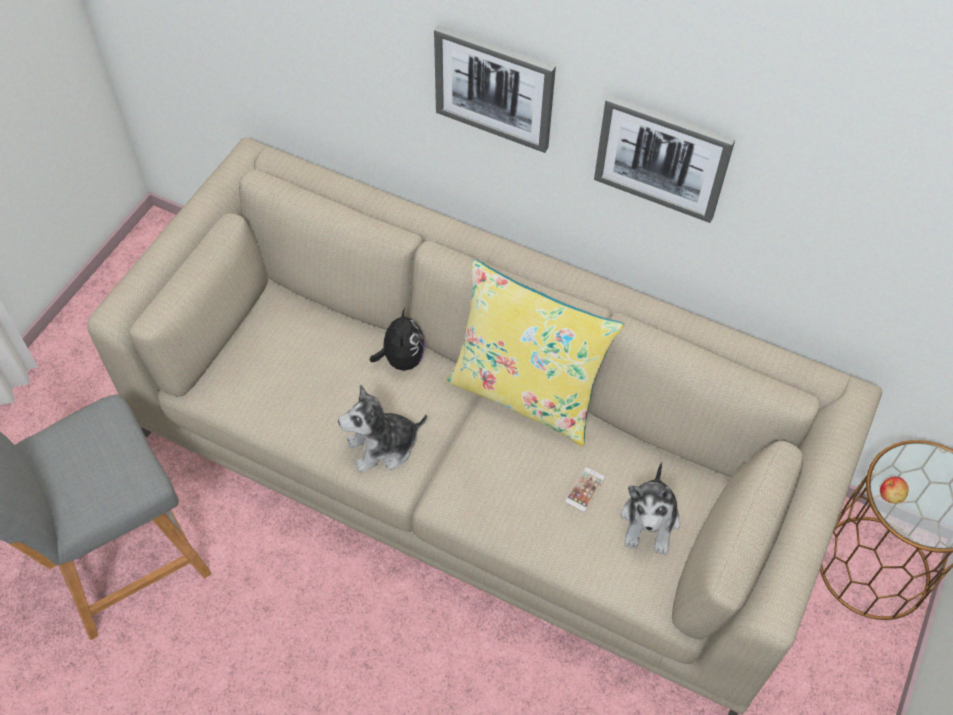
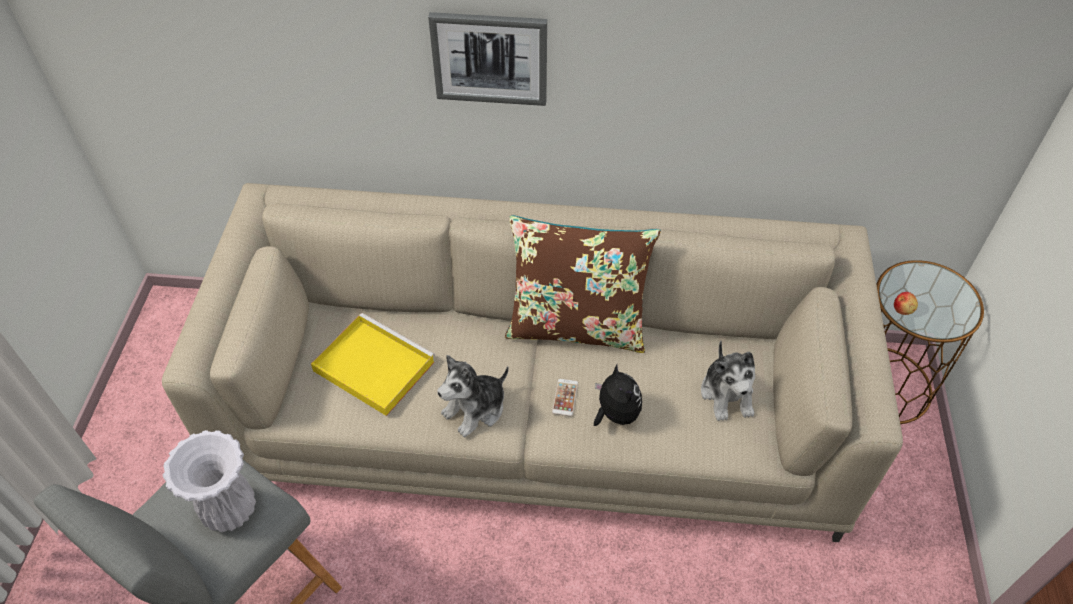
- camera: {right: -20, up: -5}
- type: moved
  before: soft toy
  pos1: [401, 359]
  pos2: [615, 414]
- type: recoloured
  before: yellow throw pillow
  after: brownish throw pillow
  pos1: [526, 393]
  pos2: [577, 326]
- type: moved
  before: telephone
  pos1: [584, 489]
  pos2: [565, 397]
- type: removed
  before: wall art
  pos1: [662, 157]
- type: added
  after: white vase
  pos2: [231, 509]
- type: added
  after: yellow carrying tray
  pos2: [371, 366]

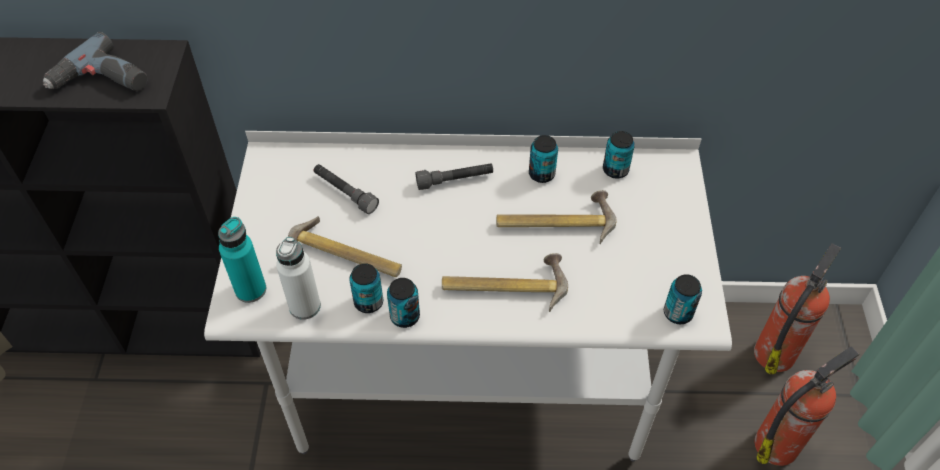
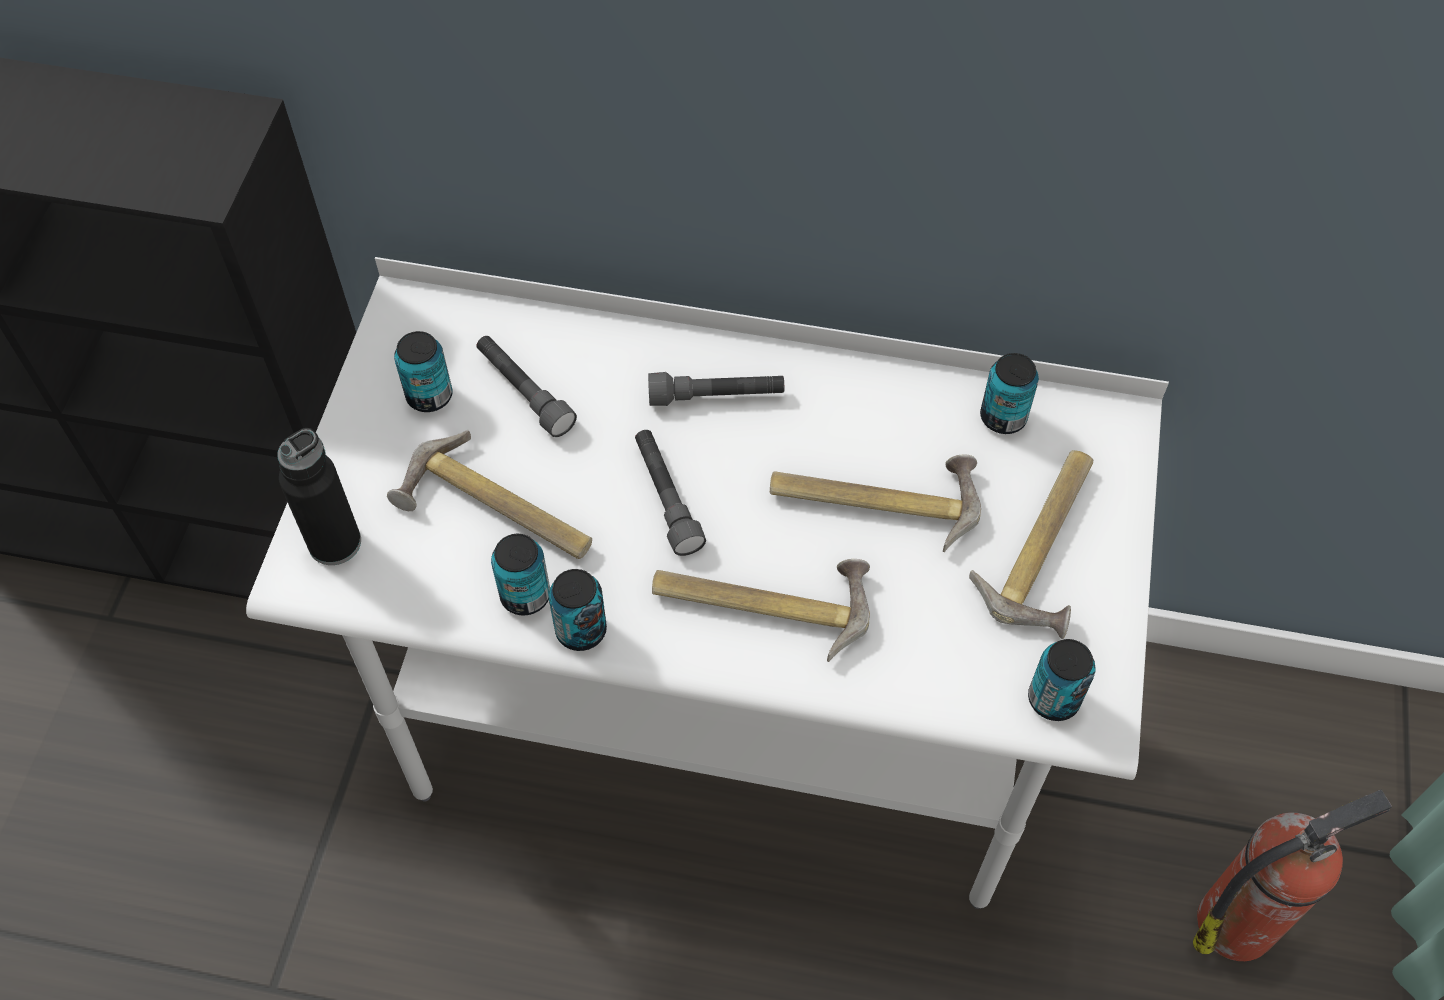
- camera: {right: 10, up: 5}
- type: removed
  before: drill
  pos1: [101, 82]
- type: recoloured
  before: turquoise beverage bottle
  after: black-coloured beverage bottle
  pos1: [250, 289]
  pos2: [335, 543]
- type: removed
  before: white beverage bottle
  pos1: [305, 306]
- type: moved
  before: metal can
  pos1: [541, 174]
  pos2: [429, 396]
- type: removed
  before: fire extinguisher
  pos1: [775, 352]
- type: added
  after: greyish flashlight
  pos2: [666, 498]
- type: added
  after: hammer
  pos2: [1050, 547]

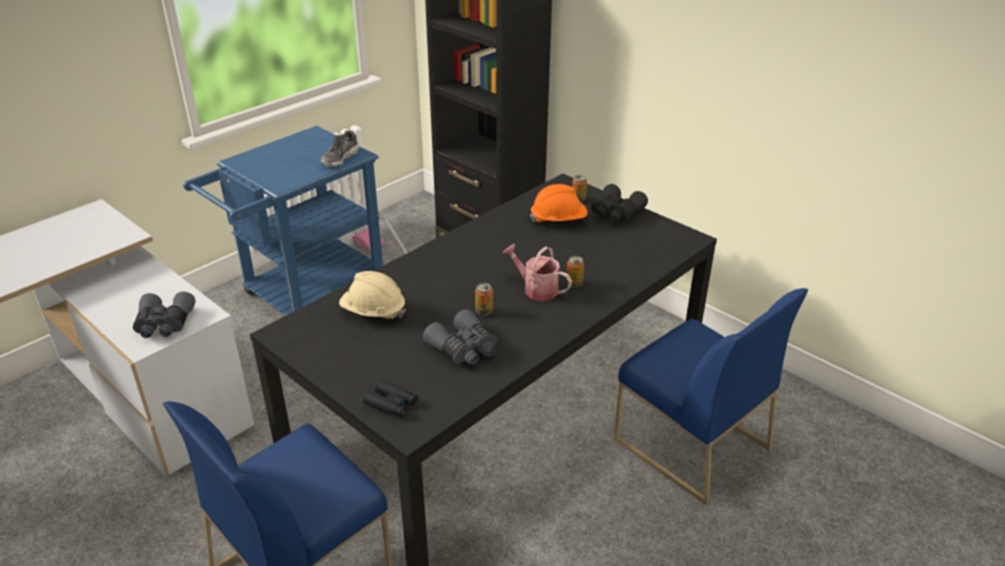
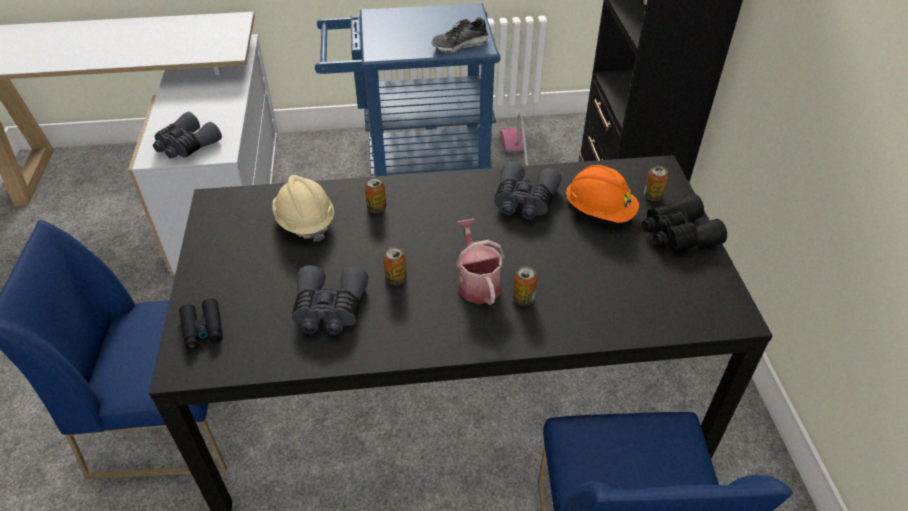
- camera: {right: 40, up: 10}
- type: added
  after: metal can
  pos2: [376, 208]
- type: added
  after: greyish pair of binoculars
  pos2: [524, 201]

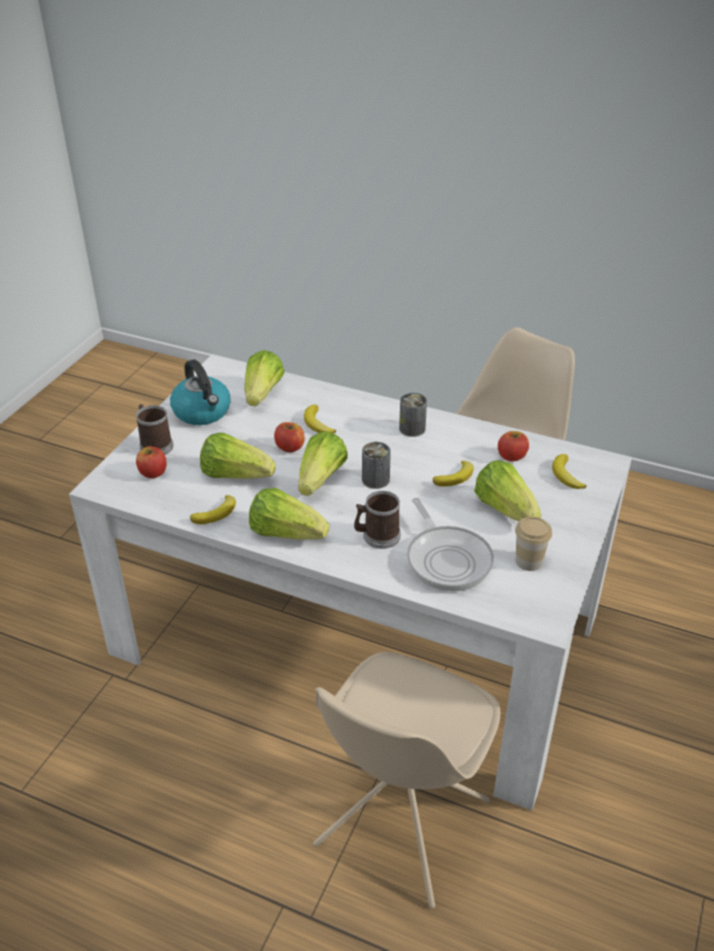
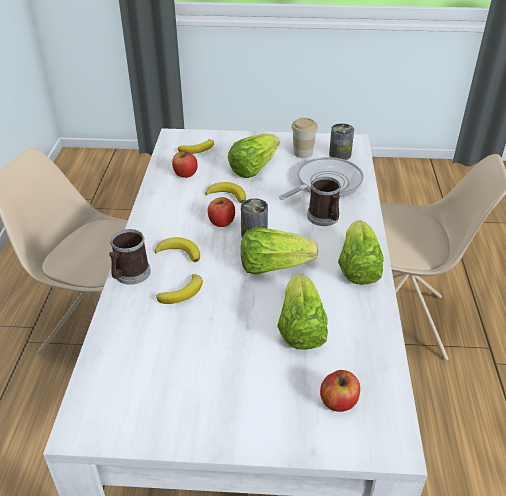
- camera: {right: -110, up: 0}
- type: moved
  before: tea mug
  pos1: [154, 445]
  pos2: [130, 275]
- type: removed
  before: water kettle
  pos1: [202, 412]
- type: moved
  before: banana fruit
  pos1: [216, 513]
  pos2: [179, 252]
- type: removed
  before: lettuce
  pos1: [262, 394]
- type: moved
  before: apple
  pos1: [290, 447]
  pos2: [221, 222]
- type: moved
  before: metal can
  pos1: [412, 428]
  pos2: [340, 155]

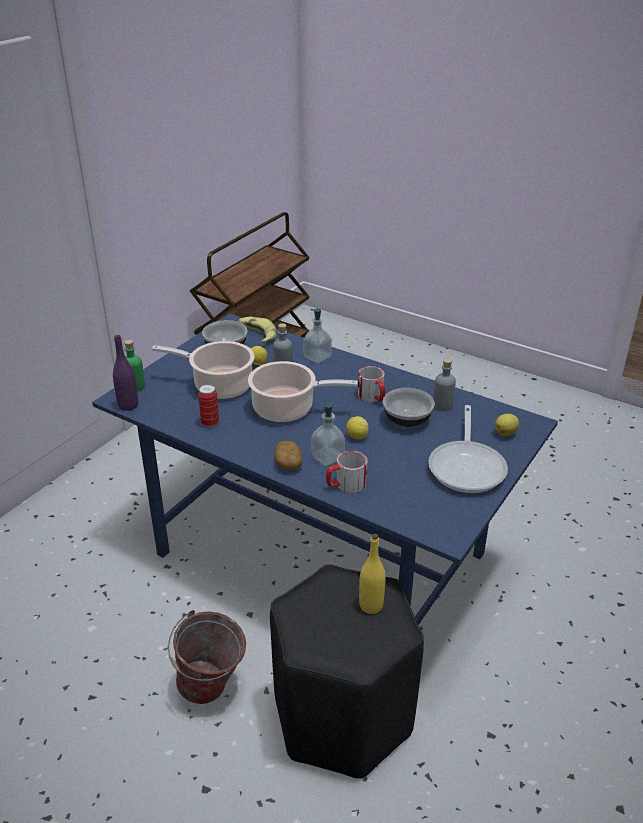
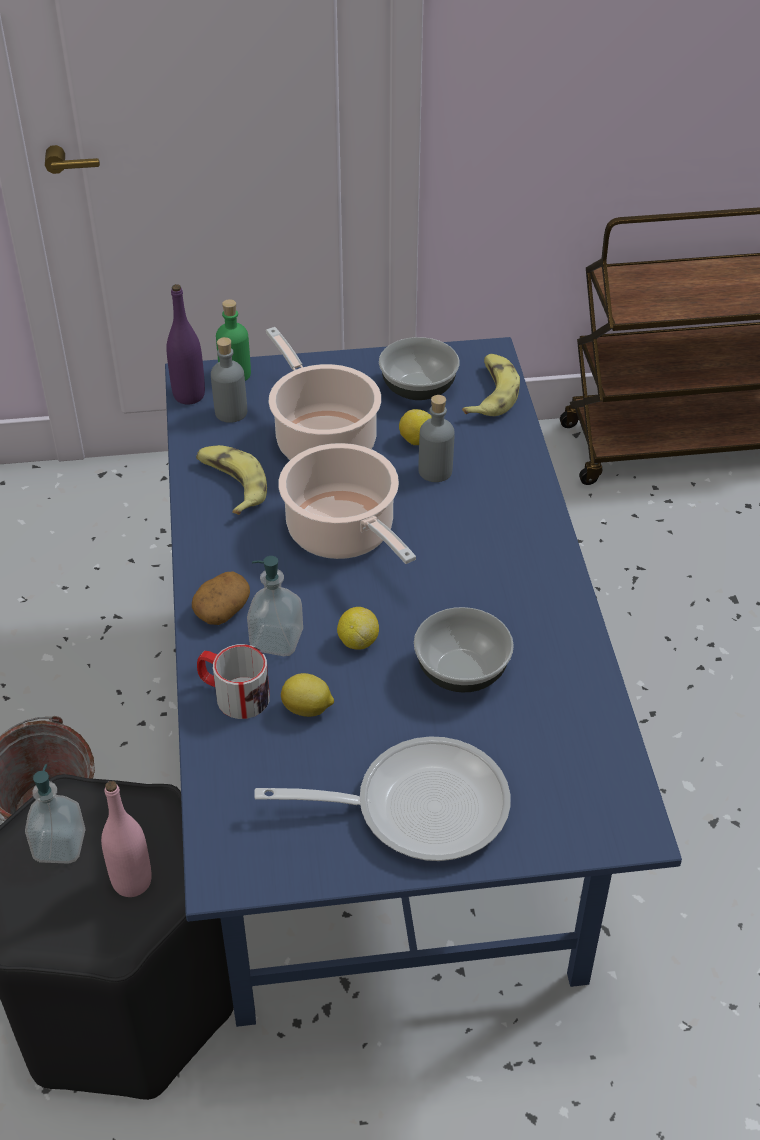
- camera: {right: 50, up: 10}
- type: replaced
  before: metal can
  after: banana fruit
  pos1: [210, 423]
  pos2: [231, 485]
- type: moved
  before: liquid soap bottle
  pos1: [317, 357]
  pos2: [60, 846]
- type: removed
  before: tea mug
  pos1: [373, 397]
- type: recoloured
  before: yellow beverage bottle
  after: pinkish beverage bottle
  pos1: [371, 605]
  pos2: [132, 881]
- type: turned
  before: skillet
  pos1: [467, 466]
  pos2: [417, 806]
  turn: -150
- type: moved
  before: greyish beverage bottle
  pos1: [442, 405]
  pos2: [231, 412]
- type: moved
  before: whole lemon
  pos1: [506, 433]
  pos2: [308, 709]

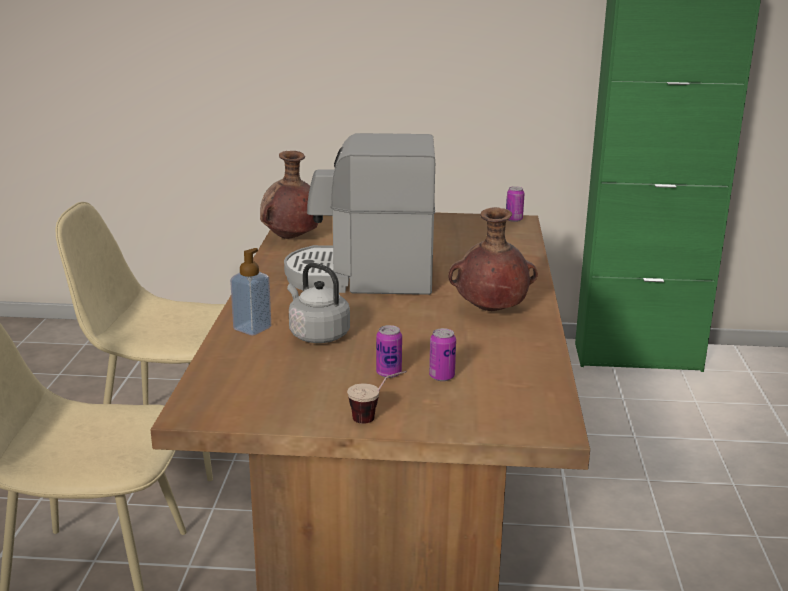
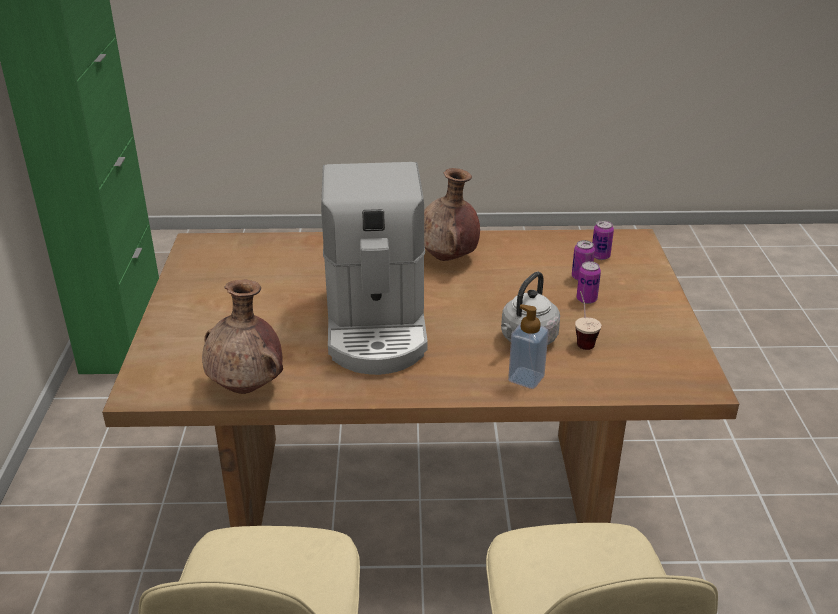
- camera: {right: -95, up: 10}
- type: moved
  before: cup
  pos1: [376, 418]
  pos2: [582, 339]
- type: moved
  before: metal can
  pos1: [514, 219]
  pos2: [600, 256]

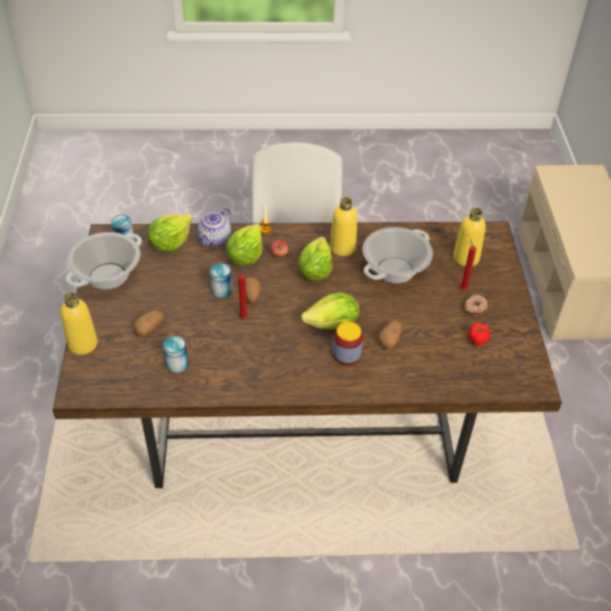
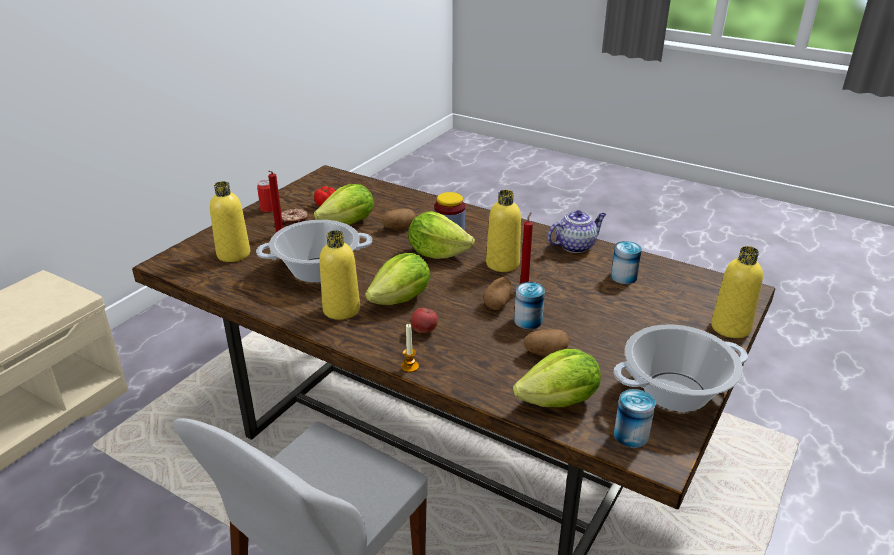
- camera: {right: -145, up: -15}
- type: moved
  before: spud
  pos1: [149, 329]
  pos2: [546, 352]
- type: moved
  before: pot for tea
  pos1: [215, 240]
  pos2: [575, 246]
- type: moved
  before: lettuce
  pos1: [245, 256]
  pos2: [348, 223]
- type: added
  after: metal can
  pos2: [268, 209]
- type: added
  after: yellow beverage bottle
  pos2: [502, 264]

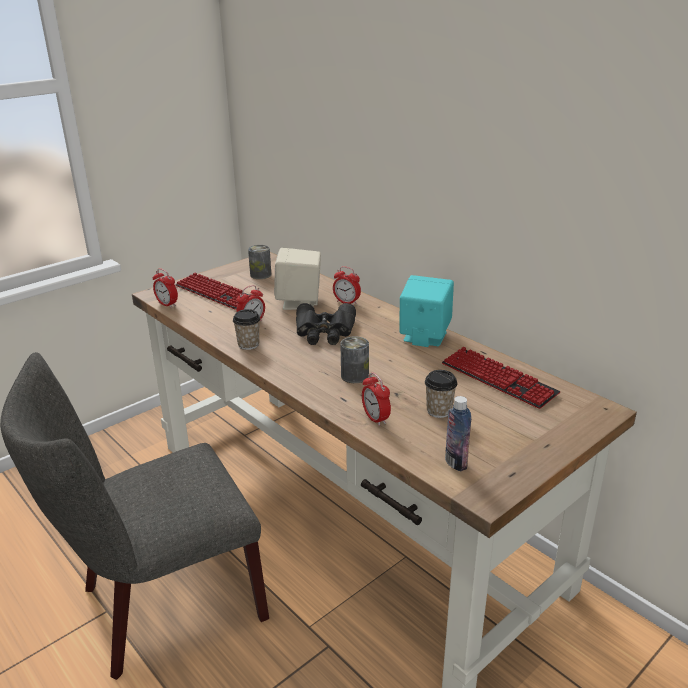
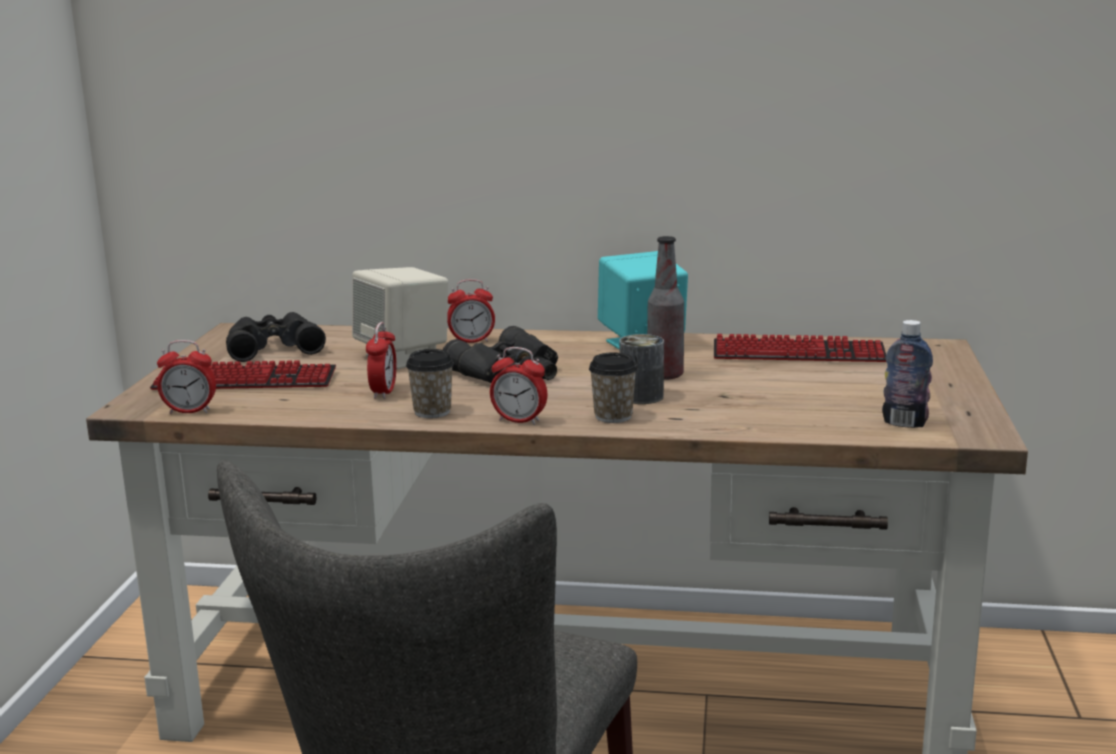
- camera: {right: -40, up: -10}
- type: replaced
  before: metal can
  after: black-coloured pair of binoculars
  pos1: [260, 275]
  pos2: [273, 347]
- type: moved
  before: table clock
  pos1: [375, 419]
  pos2: [519, 421]
- type: moved
  before: cup
  pos1: [439, 411]
  pos2: [613, 416]
- type: added
  after: beverage bottle
  pos2: [665, 375]

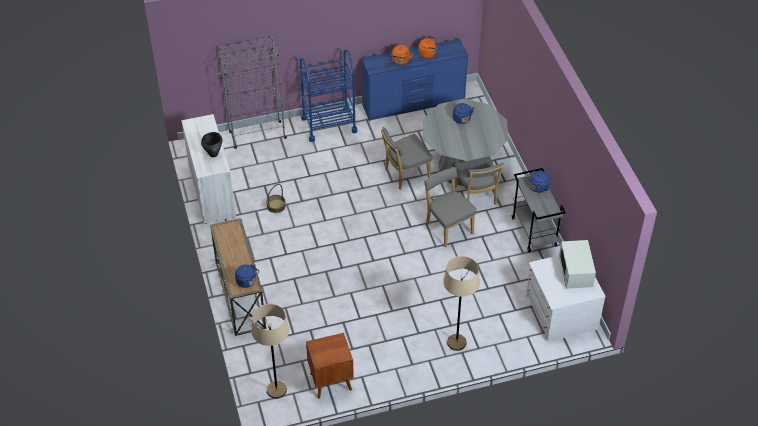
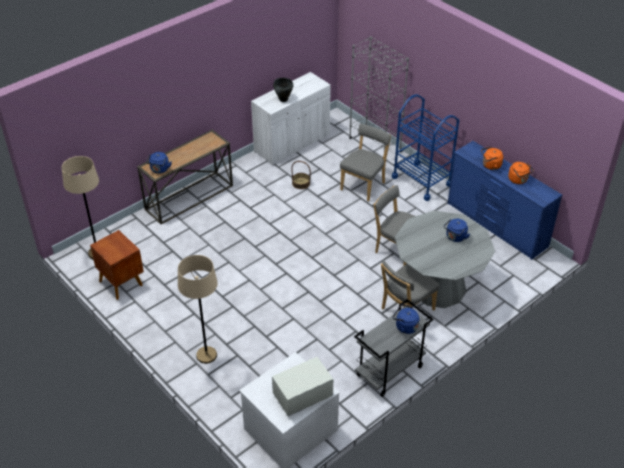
- camera: {right: 65, up: -5}
- type: moved
  before: greyish upright chair
  pos1: [448, 227]
  pos2: [364, 185]

